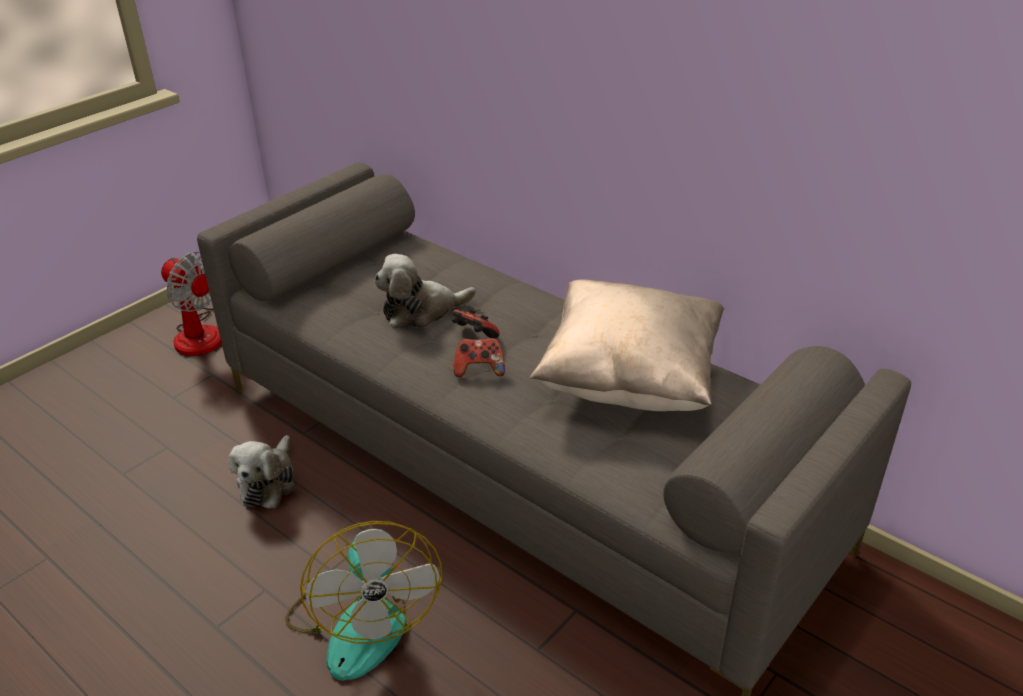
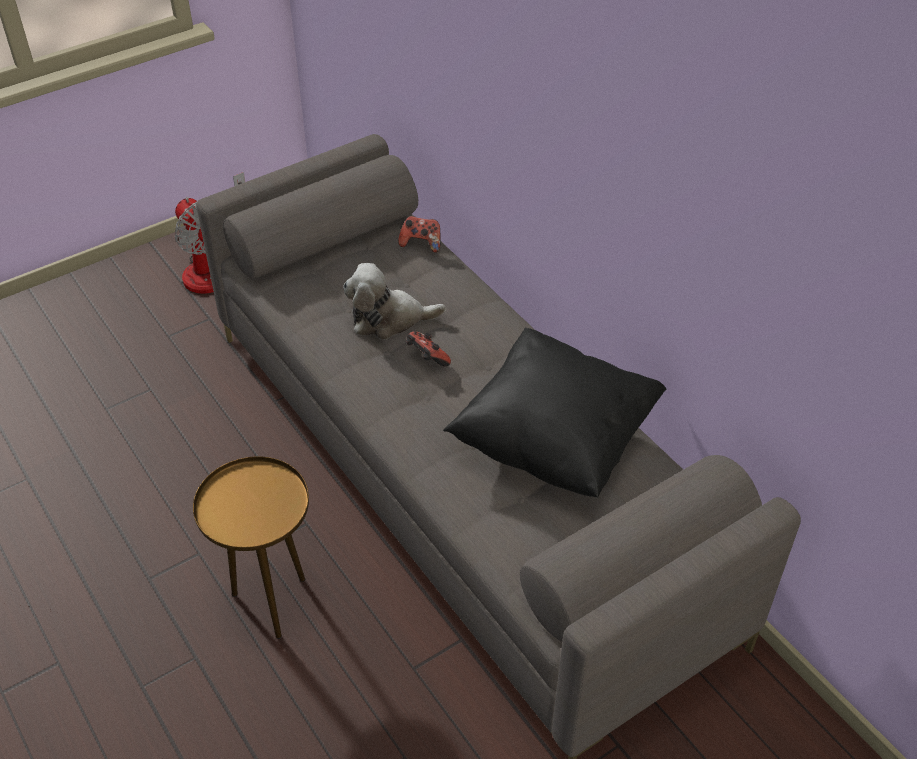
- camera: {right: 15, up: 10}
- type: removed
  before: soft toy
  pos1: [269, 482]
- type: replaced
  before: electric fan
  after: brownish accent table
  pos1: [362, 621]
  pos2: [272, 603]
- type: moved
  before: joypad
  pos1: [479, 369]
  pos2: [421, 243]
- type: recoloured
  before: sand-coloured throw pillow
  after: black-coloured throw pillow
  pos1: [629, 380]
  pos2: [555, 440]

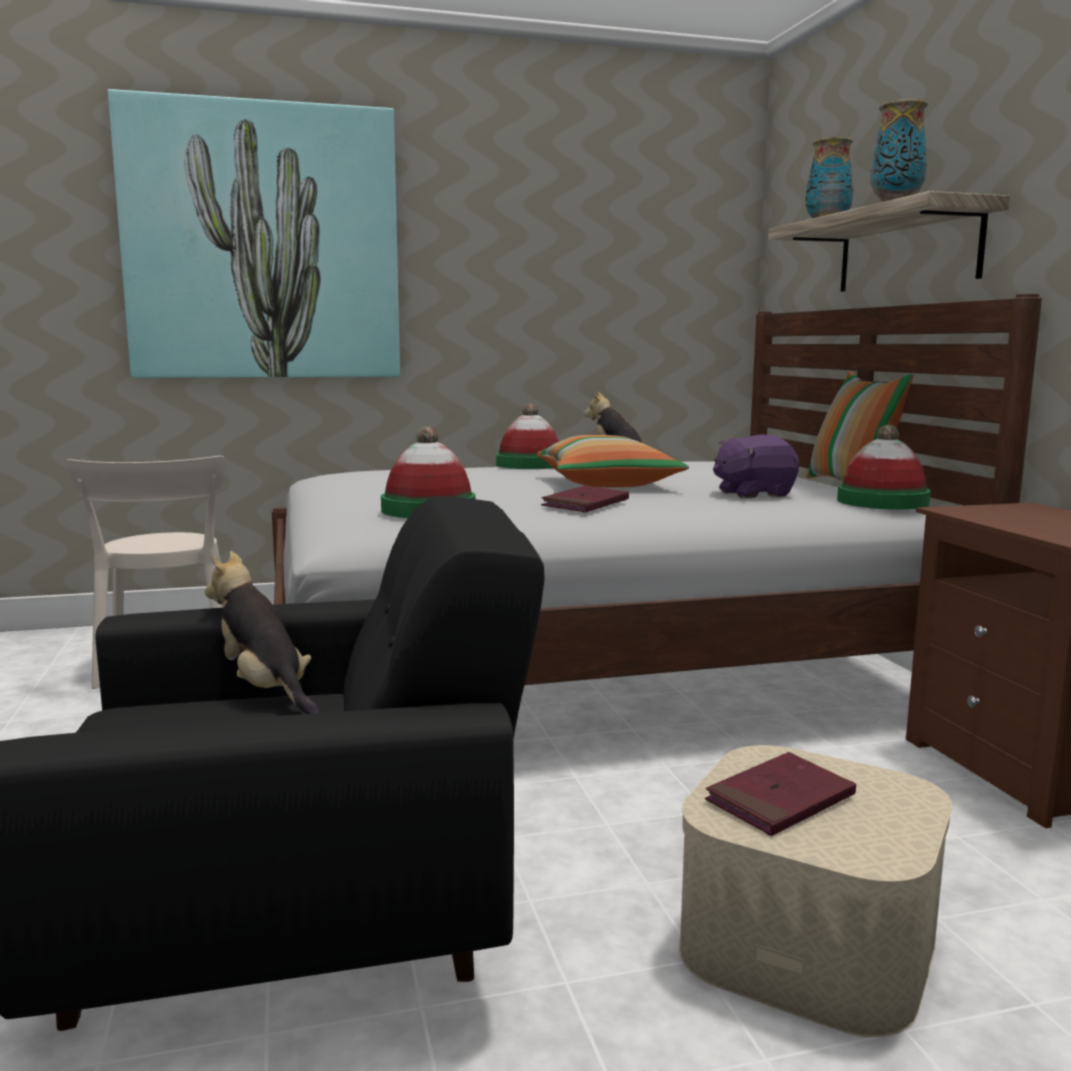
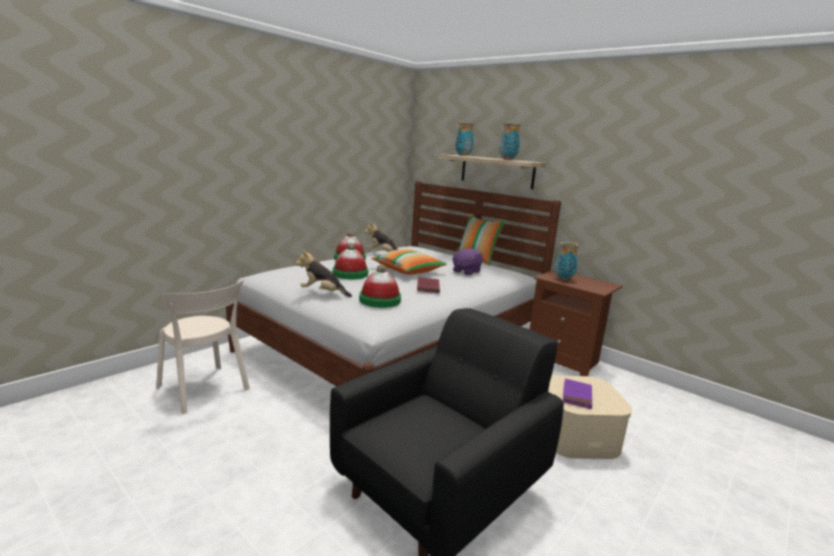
- camera: {right: -35, up: 5}
- type: removed
  before: wall art
  pos1: [263, 243]
- type: moved
  before: soft toy
  pos1: [265, 691]
  pos2: [322, 293]
- type: recoloured
  before: reddish volume
  after: purplish volume
  pos1: [780, 800]
  pos2: [577, 395]
- type: moved
  before: wearable hat
  pos1: [882, 502]
  pos2: [350, 274]
- type: added
  after: vase
  pos2: [563, 279]

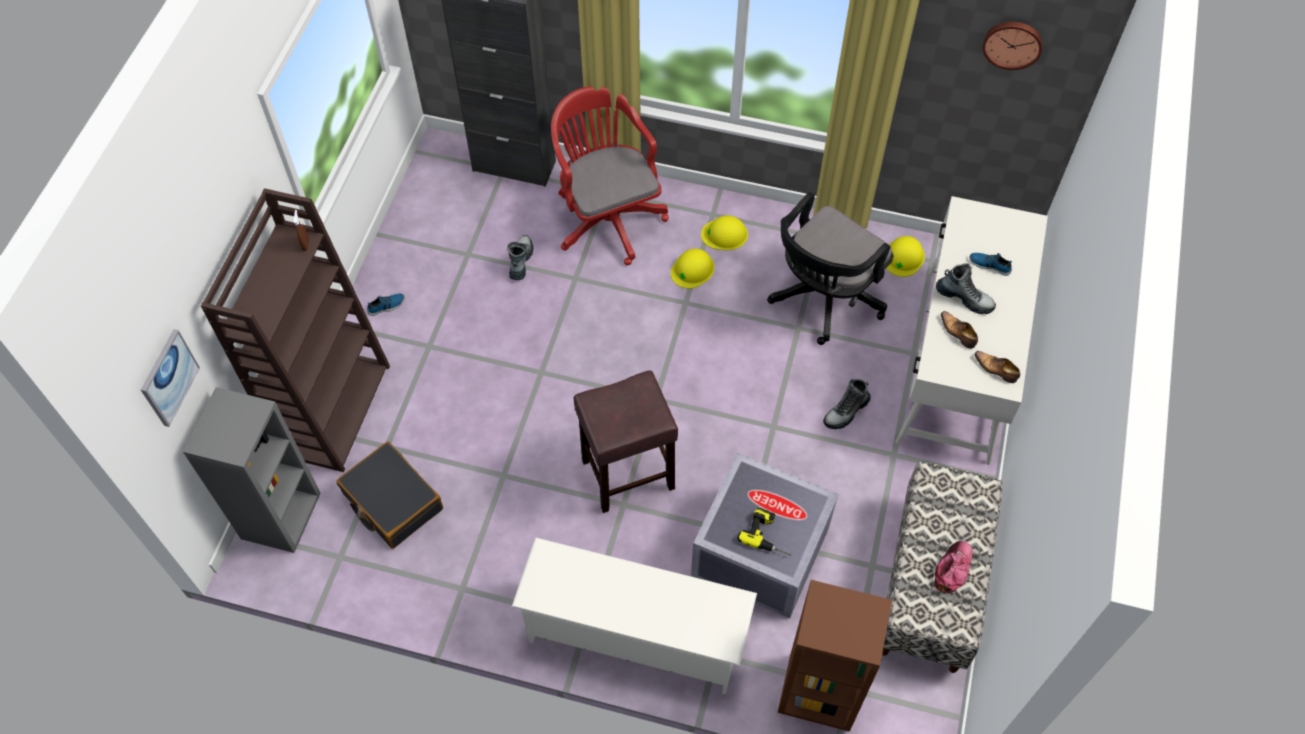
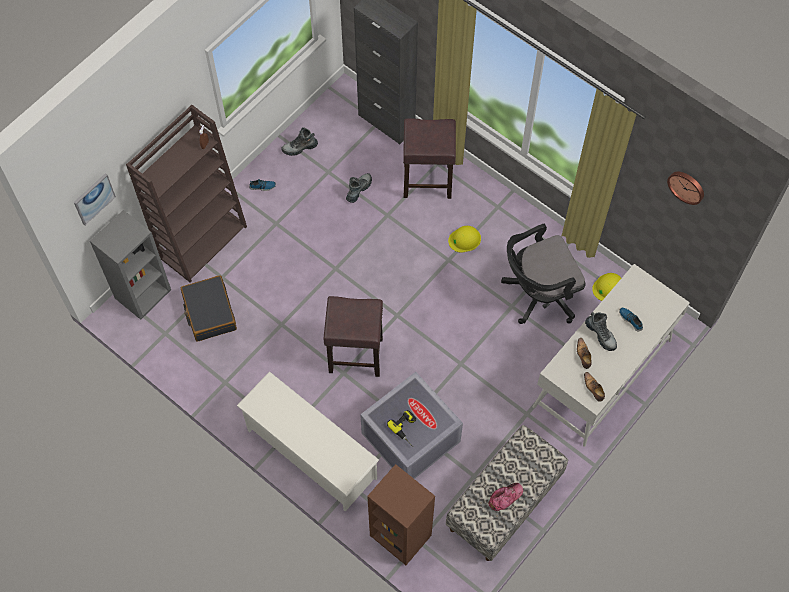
- camera: {right: 25, up: 5}
- type: replaced
  before: reddish office chair
  after: brownish sitting stool
  pos1: [607, 216]
  pos2: [428, 181]
- type: removed
  before: yellow safety helmet
  pos1: [725, 234]
- type: moved
  before: tall boot
  pos1: [846, 411]
  pos2: [299, 148]

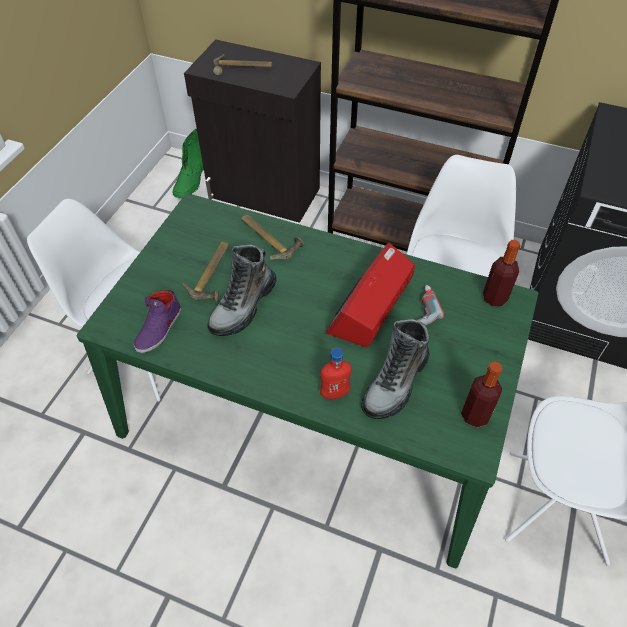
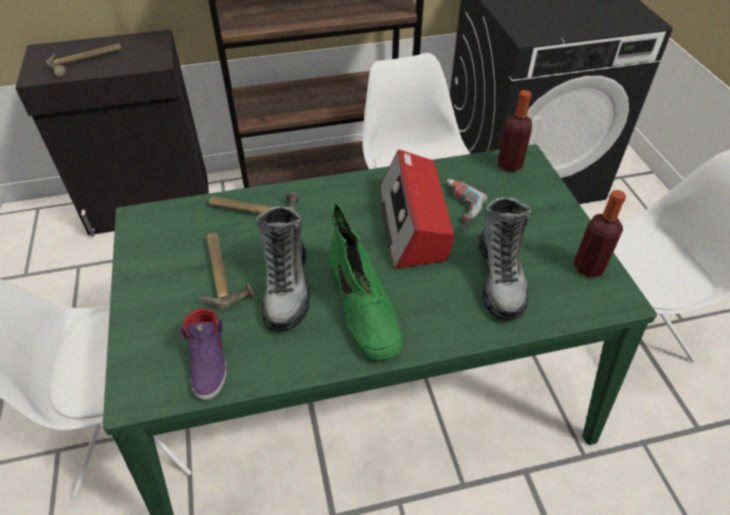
- camera: {right: -35, up: -5}
- type: moved
  before: green-coloured tall boot
  pos1: [192, 180]
  pos2: [364, 308]
- type: removed
  before: reddish beverage bottle
  pos1: [334, 393]

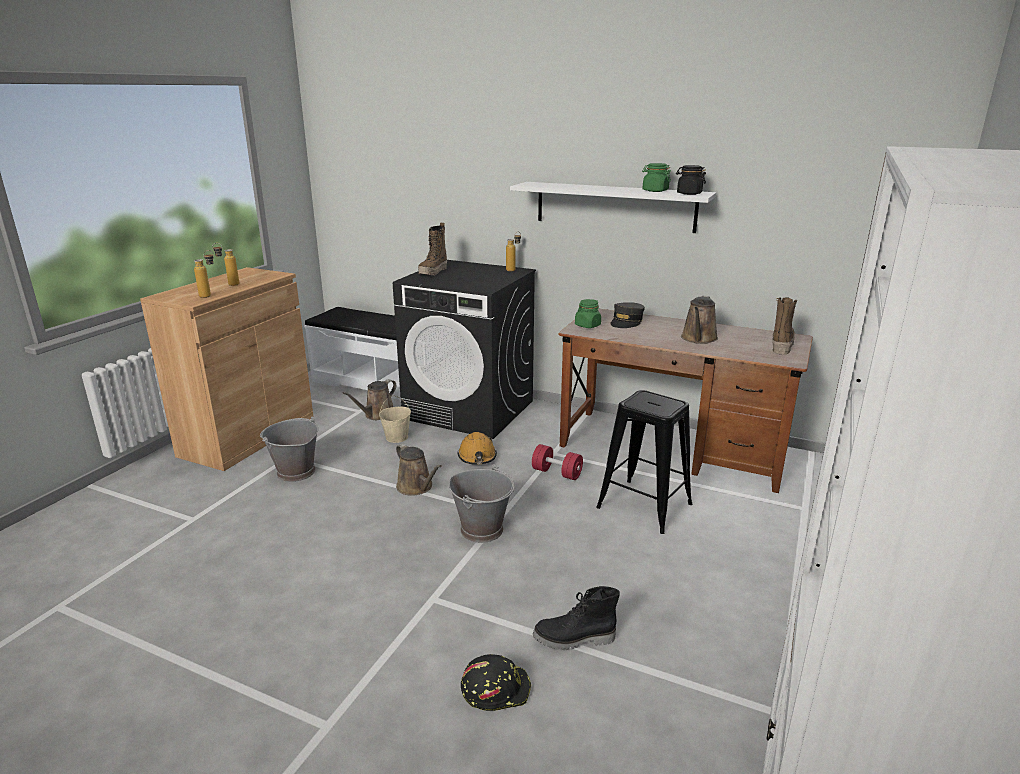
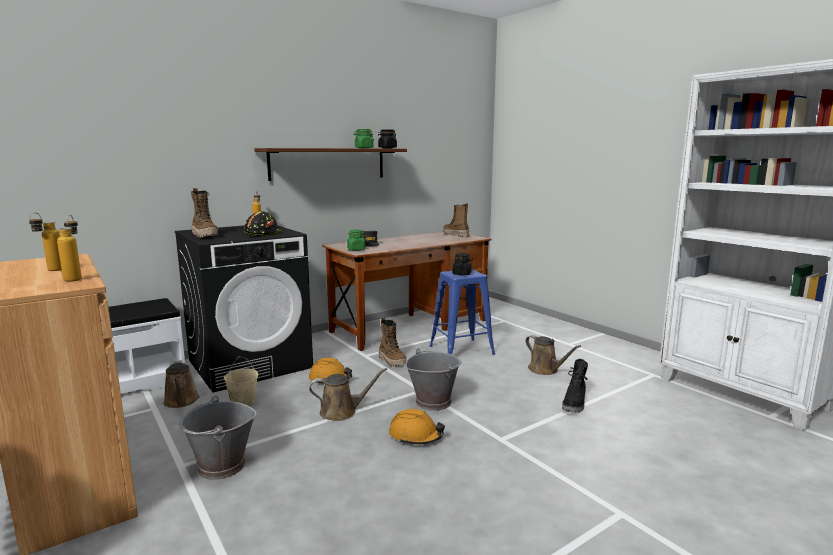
- camera: {right: -60, up: -10}
- type: moved
  before: black-coloured safety helmet
  pos1: [495, 689]
  pos2: [262, 233]
- type: recoloured
  before: white bracket shelf
  after: brownish bracket shelf
  pos1: [614, 206]
  pos2: [328, 163]
- type: replaced
  before: reddish hand weight
  after: tall boot
  pos1: [557, 473]
  pos2: [392, 361]
- type: recoloured
  before: black-coloured sitting stool
  after: bluish sitting stool
  pos1: [644, 506]
  pos2: [461, 350]
- type: moved
  before: brownish sprinkling can
  pos1: [698, 339]
  pos2: [545, 370]
- type: added
  after: orange safety helmet
  pos2: [415, 436]
- type: added
  after: black-coloured jar
  pos2: [461, 274]

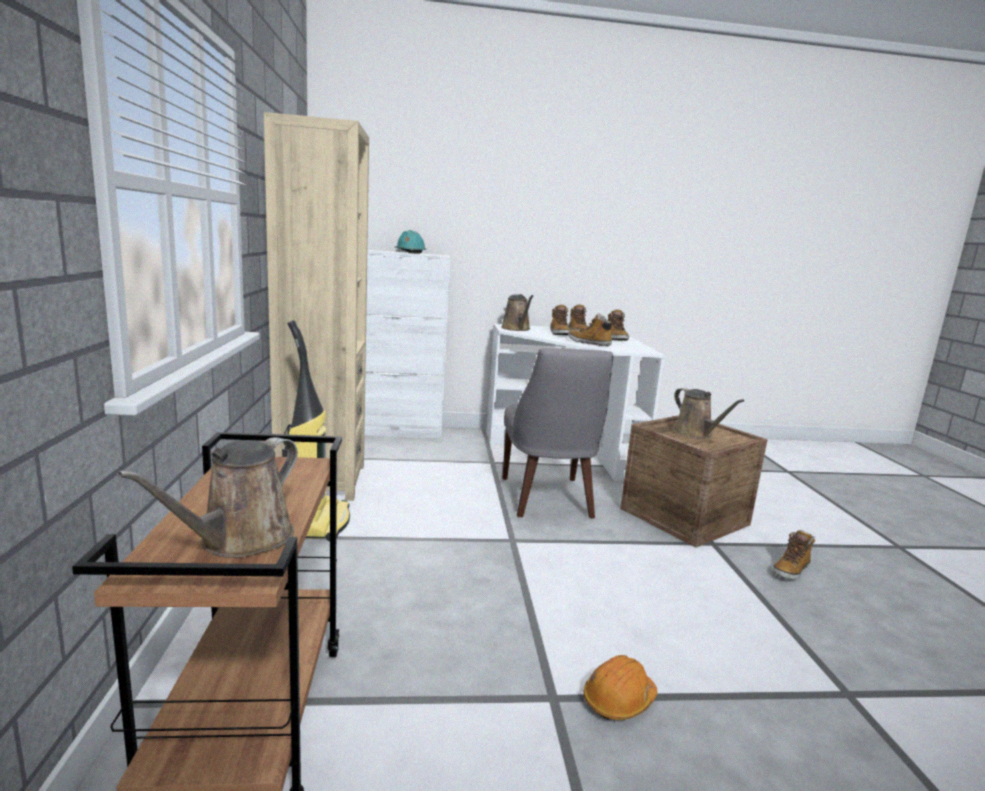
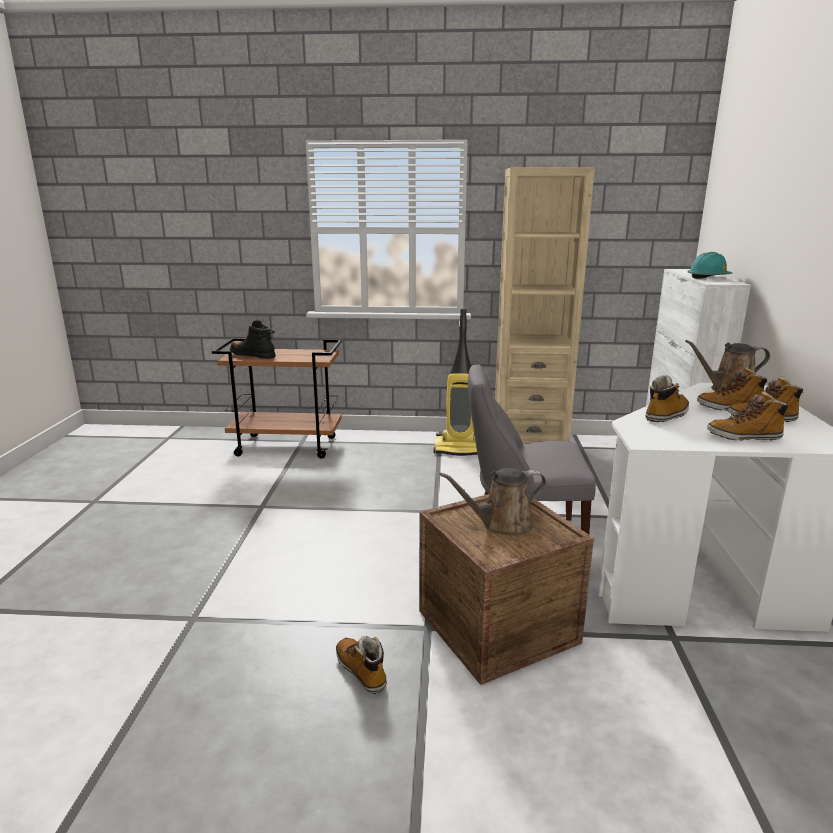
- camera: {right: 100, up: 5}
- type: replaced
  before: brownish sprinkling can
  after: black-coloured tall boot
  pos1: [240, 540]
  pos2: [253, 355]
- type: removed
  before: orange safety helmet
  pos1: [619, 700]

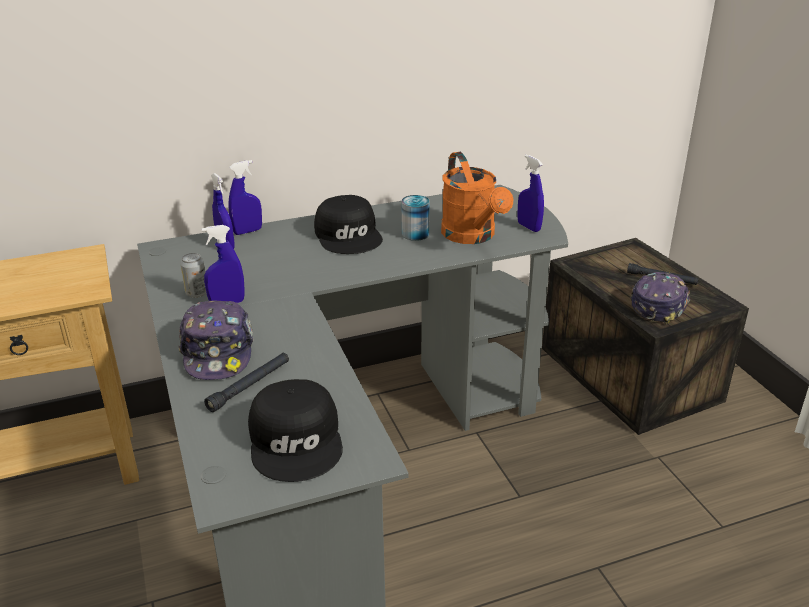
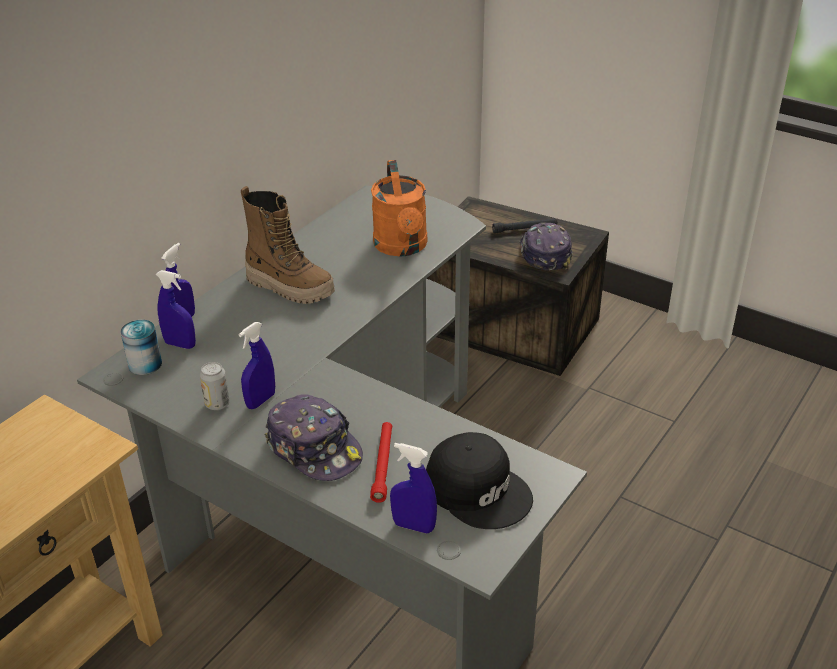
- camera: {right: -35, up: 5}
- type: recoloured
  before: black-coloured flashlight
  after: reddish flashlight
  pos1: [250, 386]
  pos2: [383, 465]
- type: replaced
  before: black-coloured baseball cap
  after: tall boot
  pos1: [349, 235]
  pos2: [290, 287]
- type: moved
  before: metal can
  pos1: [415, 234]
  pos2: [145, 364]
- type: turned
  before: orange sprinkling can
  pos1: [472, 236]
  pos2: [402, 247]
  turn: 45
- type: moved
  before: bluish hand sprayer
  pos1: [528, 227]
  pos2: [413, 526]

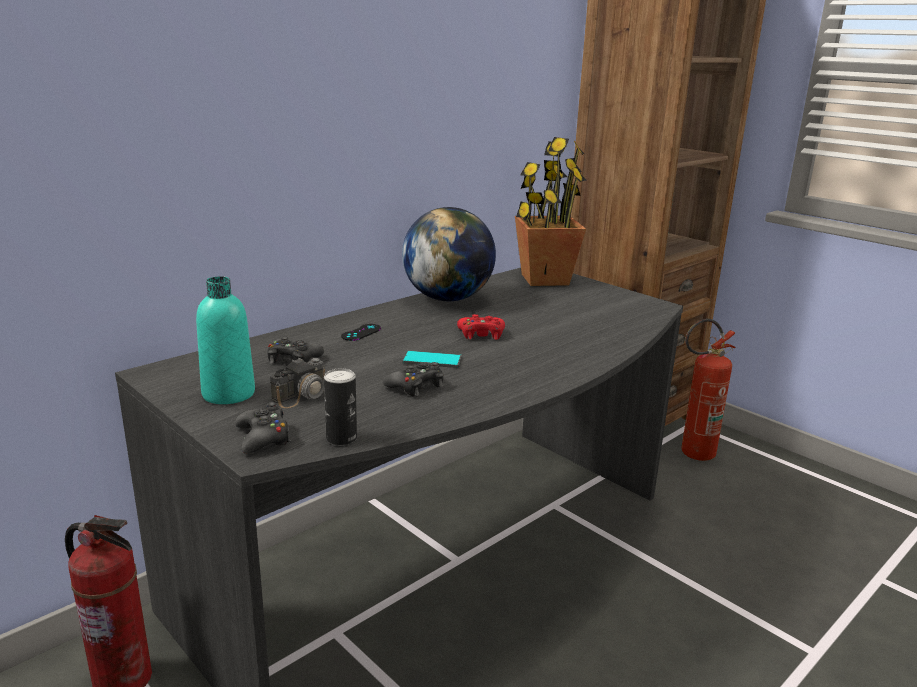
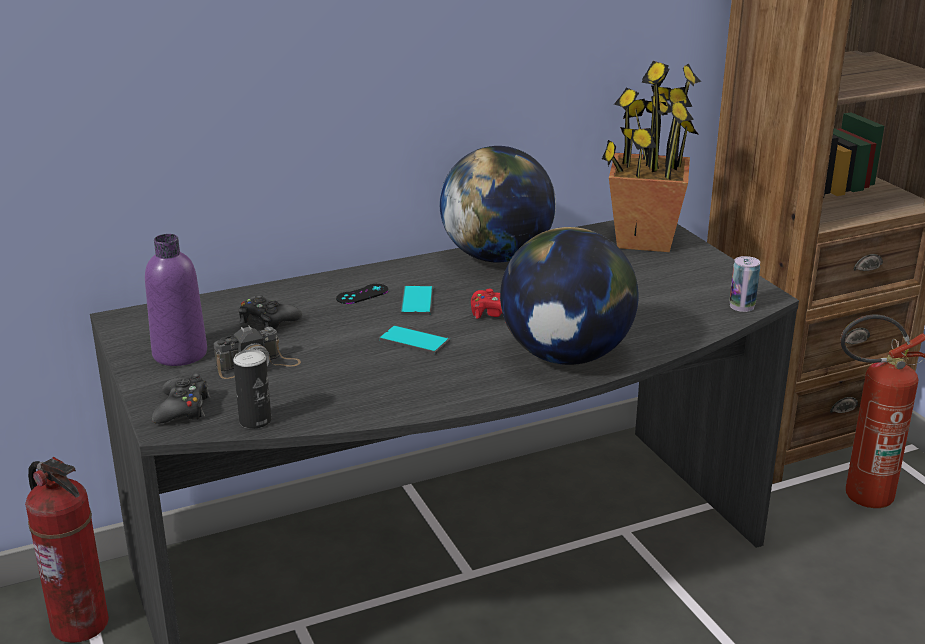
- camera: {right: 20, up: 5}
- type: recoloured
  before: turquoise beverage bottle
  after: purplish beverage bottle
  pos1: [228, 394]
  pos2: [180, 354]
- type: removed
  before: black-coloured joypad
  pos1: [416, 386]
- type: added
  after: telephone
  pos2: [417, 301]
- type: added
  after: world globe
  pos2: [566, 356]
- type: added
  after: metal can
  pos2: [742, 306]

